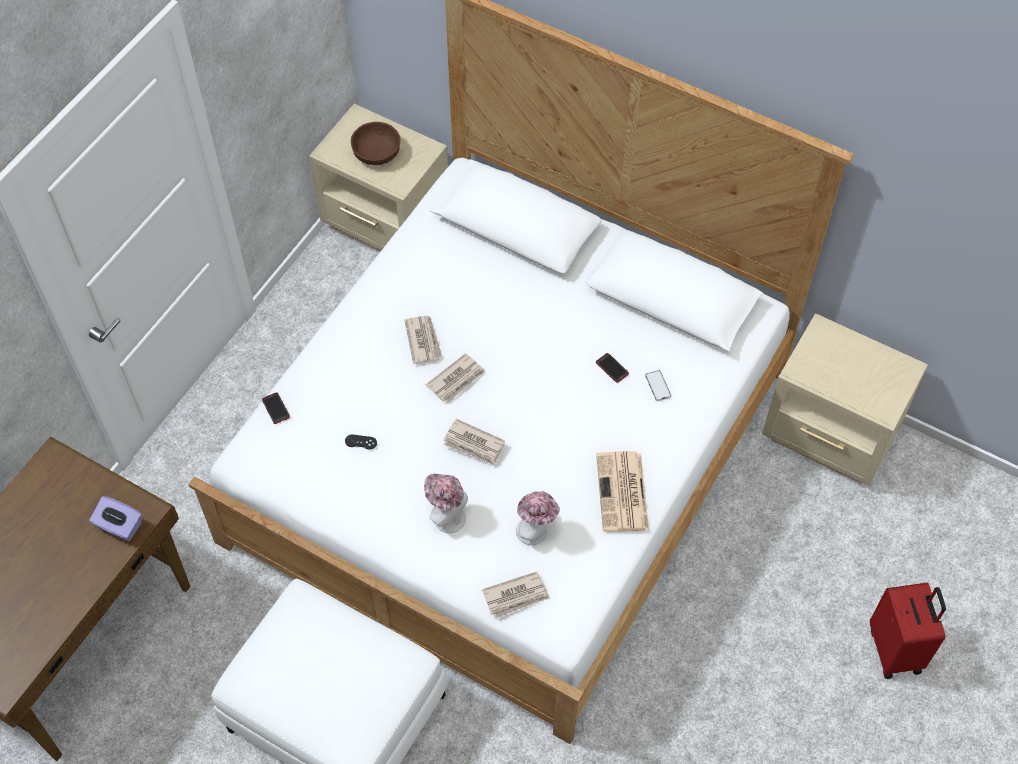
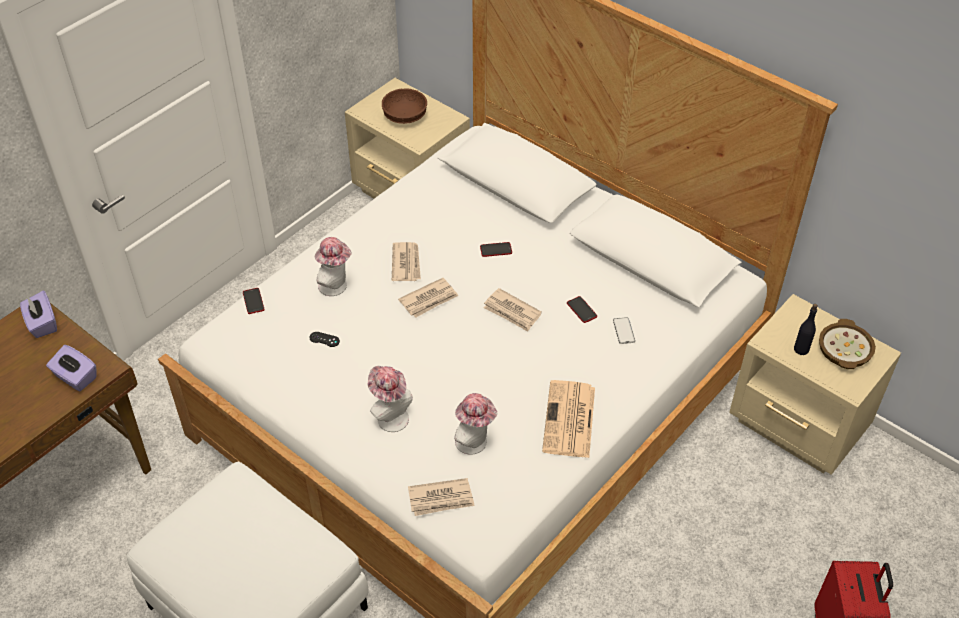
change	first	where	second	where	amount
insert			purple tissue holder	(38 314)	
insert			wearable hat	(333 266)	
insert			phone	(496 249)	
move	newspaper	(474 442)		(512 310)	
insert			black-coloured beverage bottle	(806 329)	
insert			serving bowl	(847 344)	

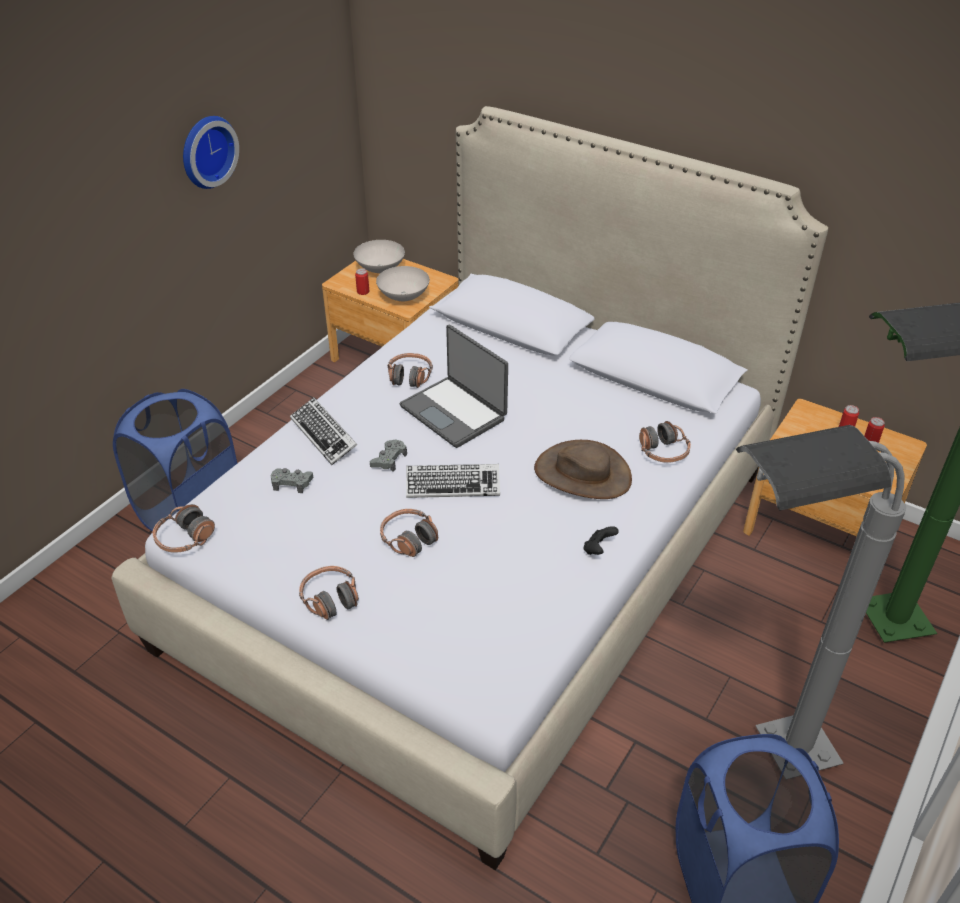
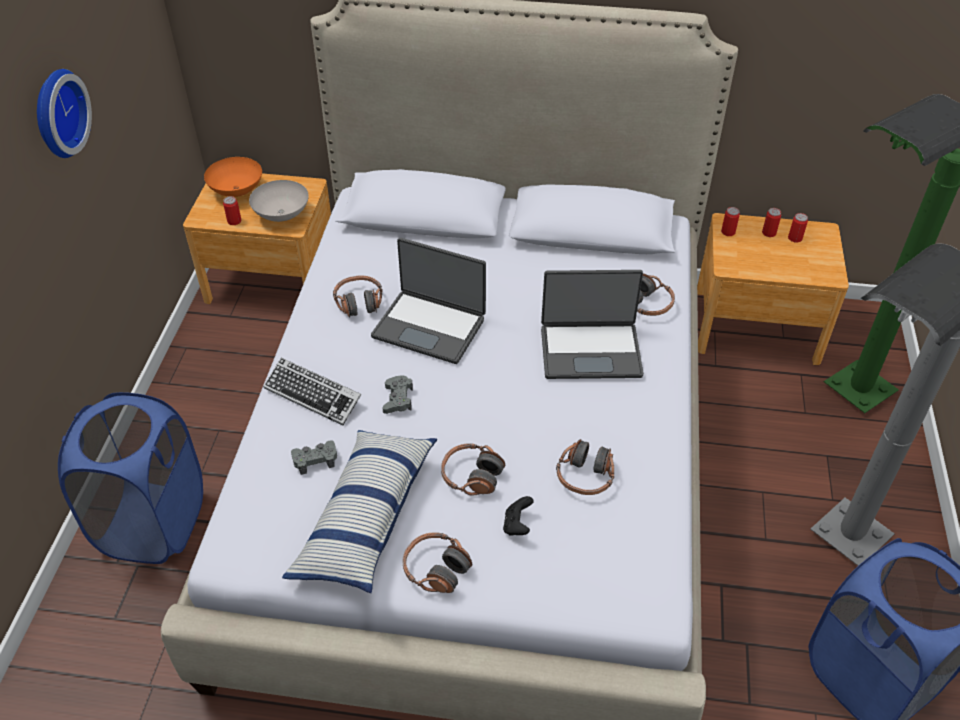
change	first	where	second	where	amount
recolor	white serving bowl	(379 256)	orangey serving bowl	(233 177)	
insert			pillow	(359 511)	
move	black-coloured joypad	(601 540)		(518 516)	
replace	brown-coloured wearable hat	(583 469)	notebook computer	(592 324)	
move	pair of headphones	(183 528)		(585 467)	
insert			metal can	(730 221)	
delete	computer keyboard	(453 481)			

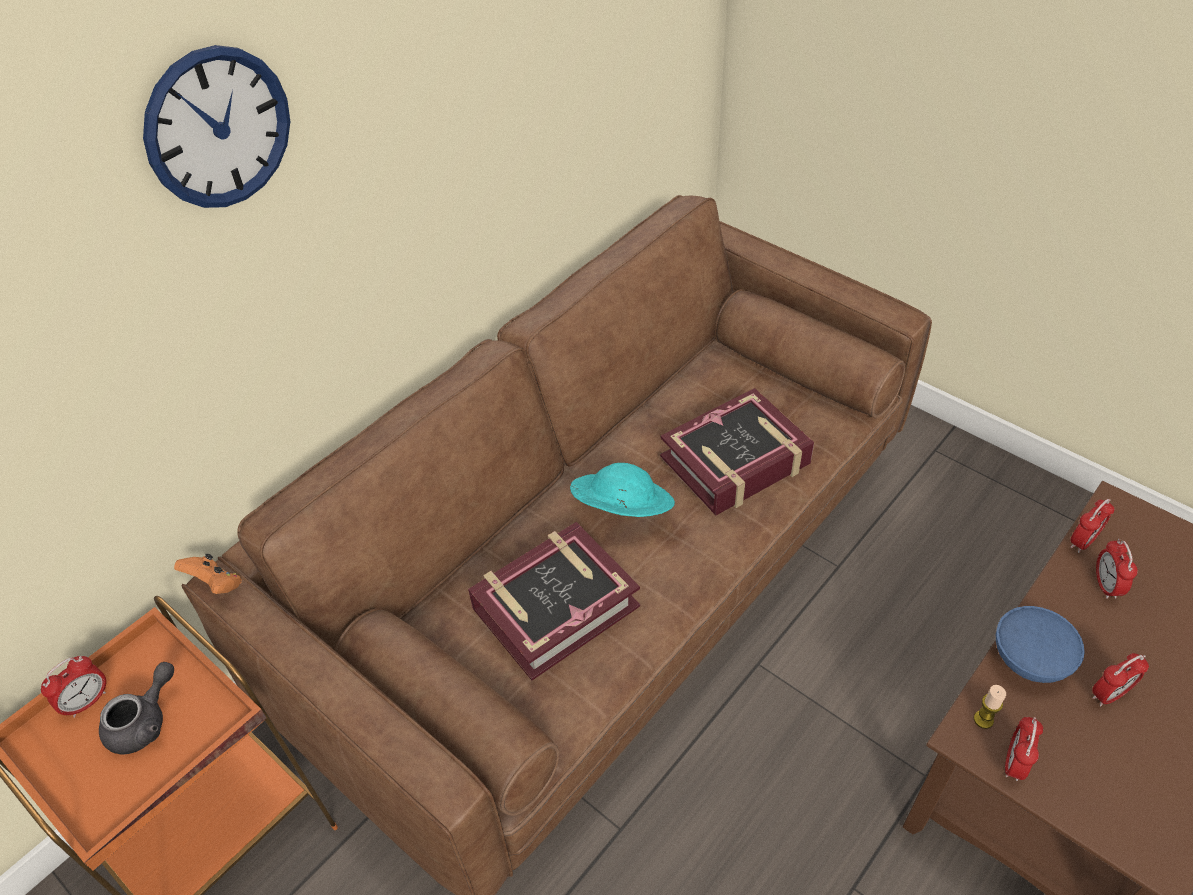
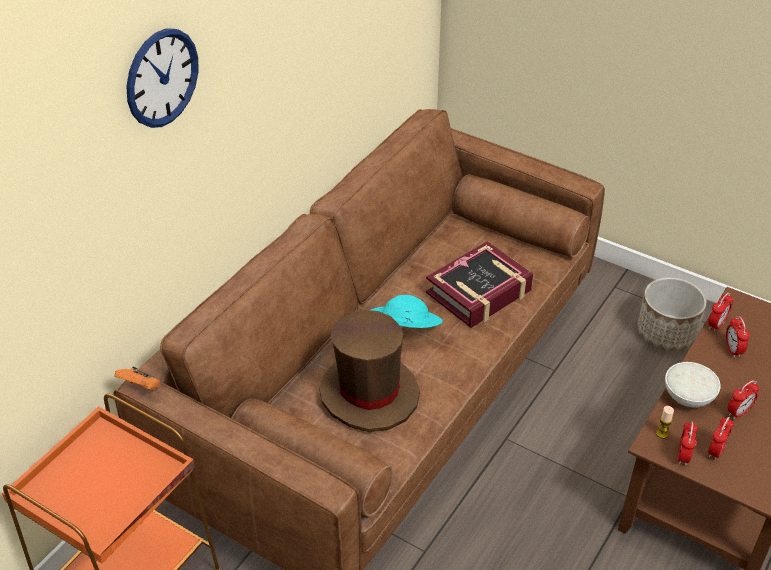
change	first	where	second	where	amount
replace	bound book	(554 601)	brown-coloured wearable hat	(369 371)	
insert			planter	(671 314)	
recolor	blue serving bowl	(1040 644)	white serving bowl	(693 385)	
move	alarm clock	(73 687)		(721 438)	
delete	greyish teapot	(136 708)			

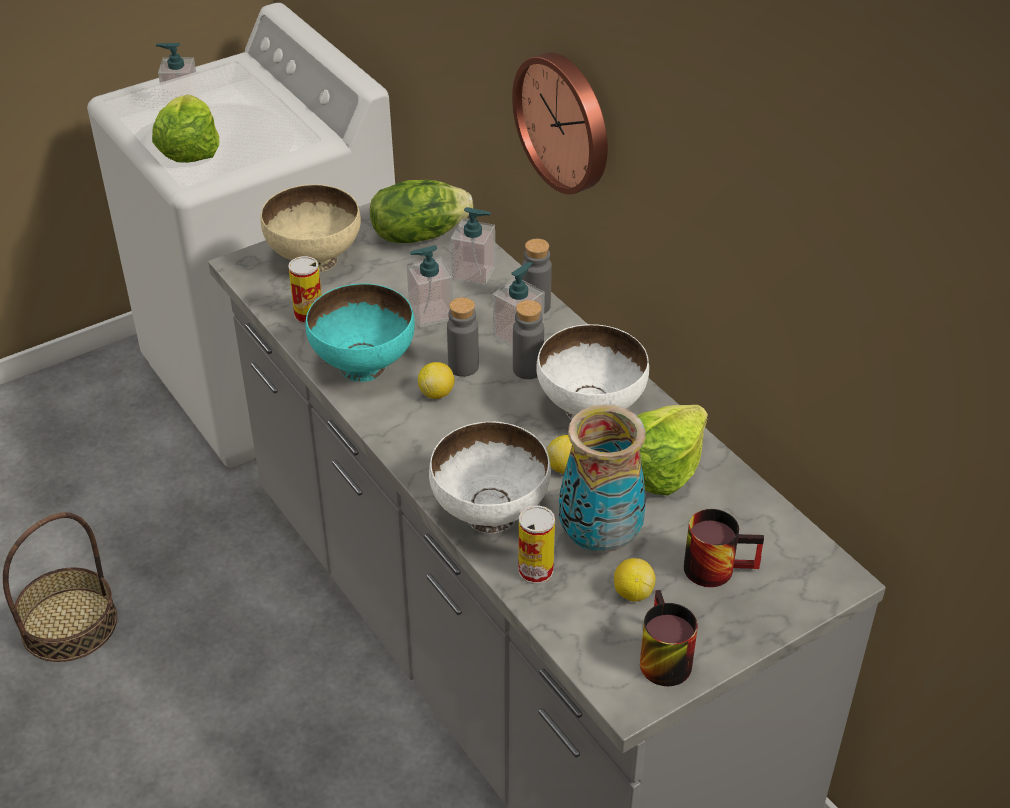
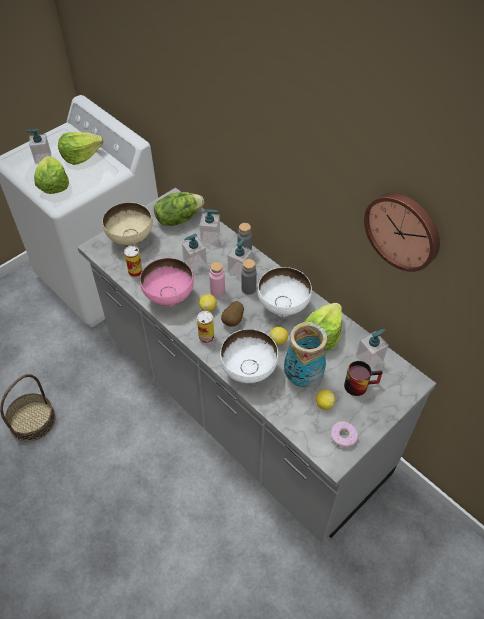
change	first	where	second	where	amount
insert			lettuce head	(80 148)	
recolor	blue-green serving bowl	(360 333)	pink serving bowl	(167 282)	
move	metal can	(536 545)		(205 327)	
recolor	greyish beverage bottle	(463 337)	pink beverage bottle	(217 279)	
insert			potato	(232 313)	
replace	mug	(669 638)	donut	(344 434)	
insert			soap bottle	(372 348)	
move	wall clock	(560 123)		(402 232)	

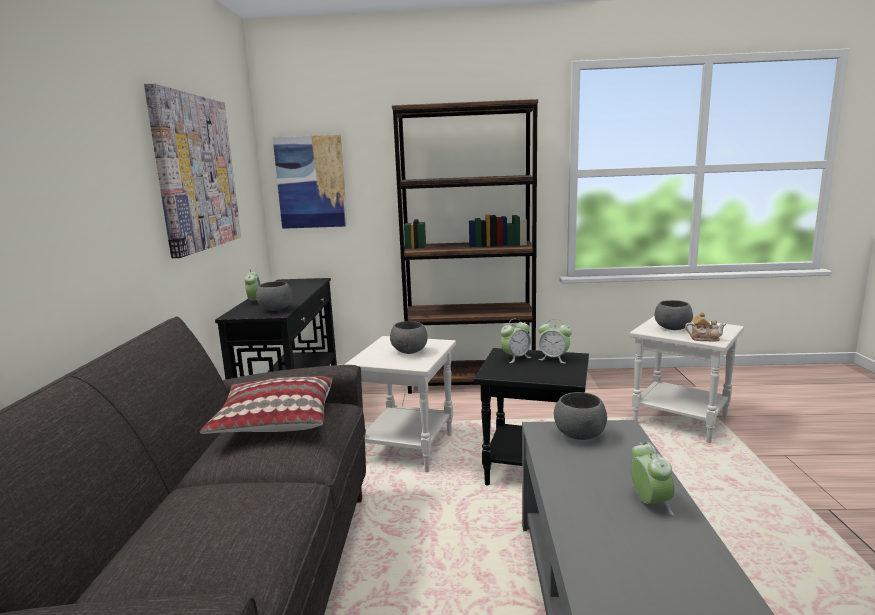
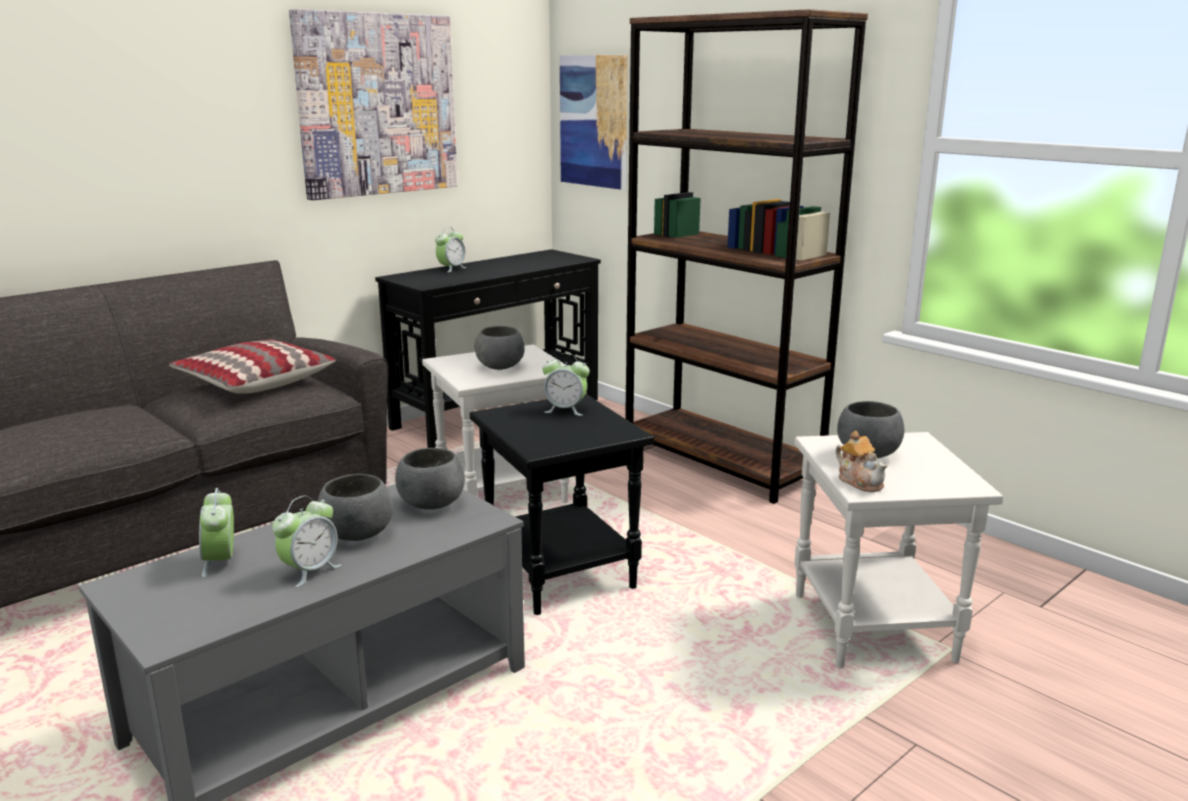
change	first	where	second	where	amount
move	alarm clock	(555 341)		(216 532)	
move	greyish serving bowl	(274 296)		(355 507)	

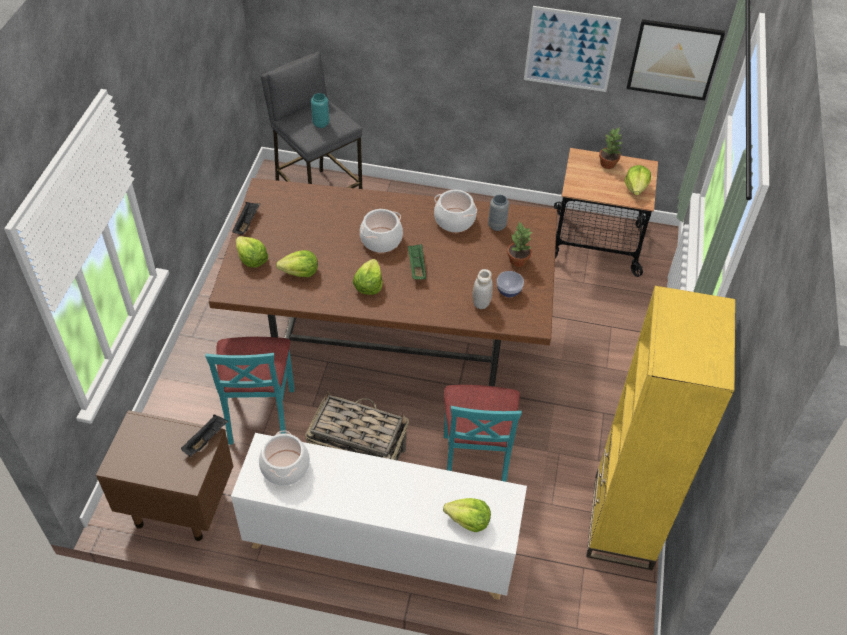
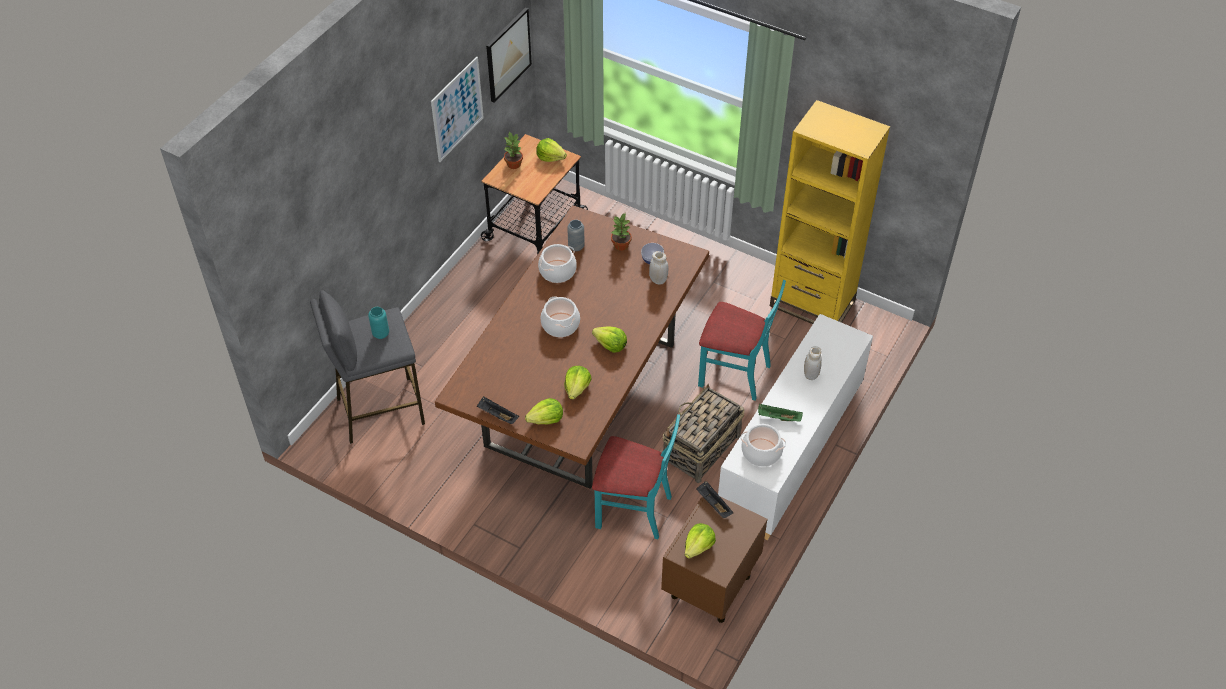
change	first	where	second	where	amount
move	lettuce head	(467 515)		(700 541)	
move	green carrying tray	(417 262)		(780 413)	
insert			white preserve jar	(813 363)	

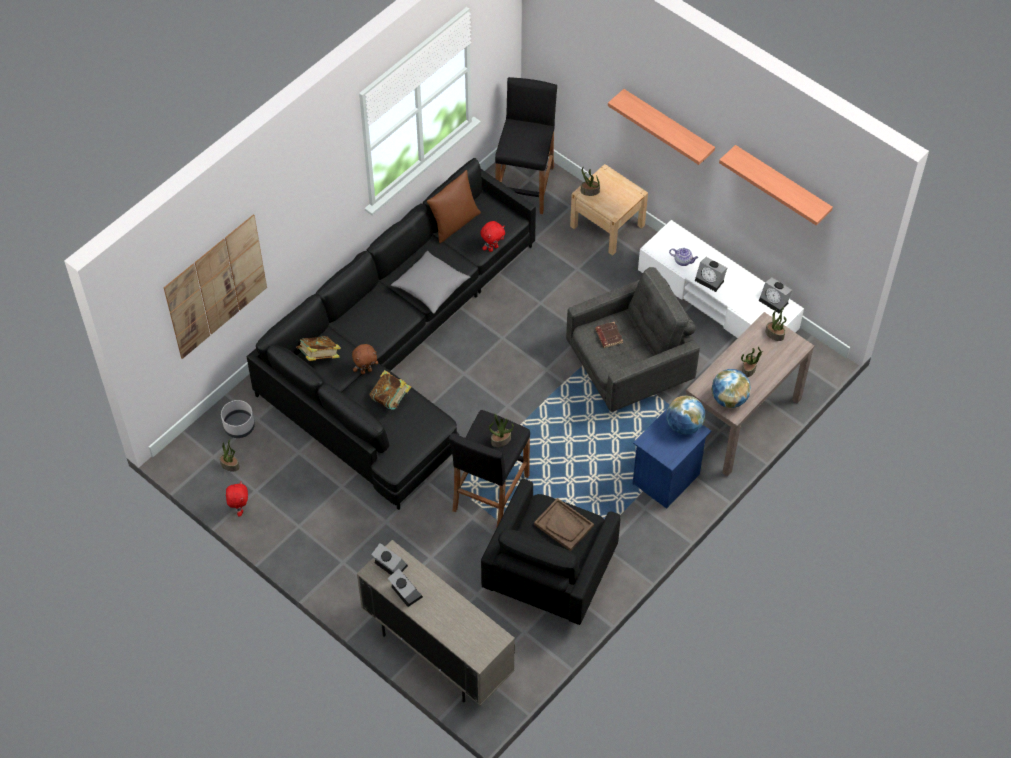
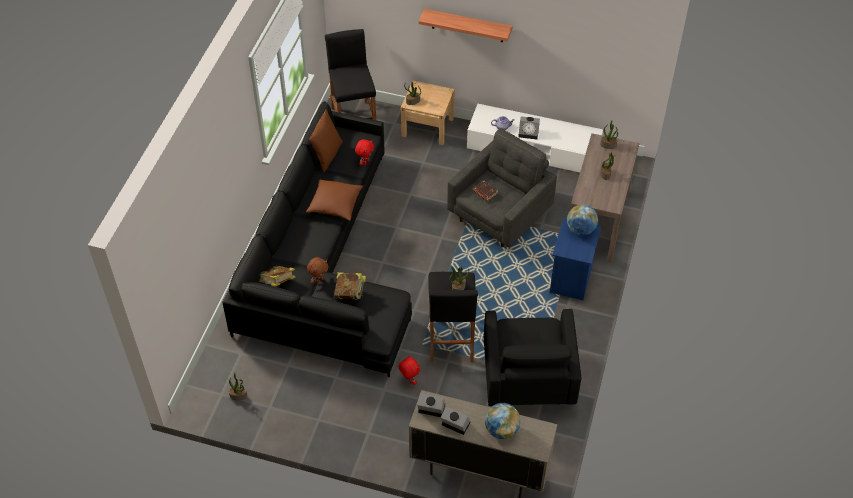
change	first	where	second	where	amount
recolor	greyish pillow	(430 282)	brown-coloured pillow	(334 200)	
move	reddish cuddly toy	(237 499)		(409 370)	
move	desk globe	(731 388)		(503 421)	
delete	wall picture	(215 286)			
delete	greyish planter	(238 419)			
delete	brown-coloured carrying tray	(564 524)			
delete	shelf	(776 185)			
delete	alarm clock	(775 295)			

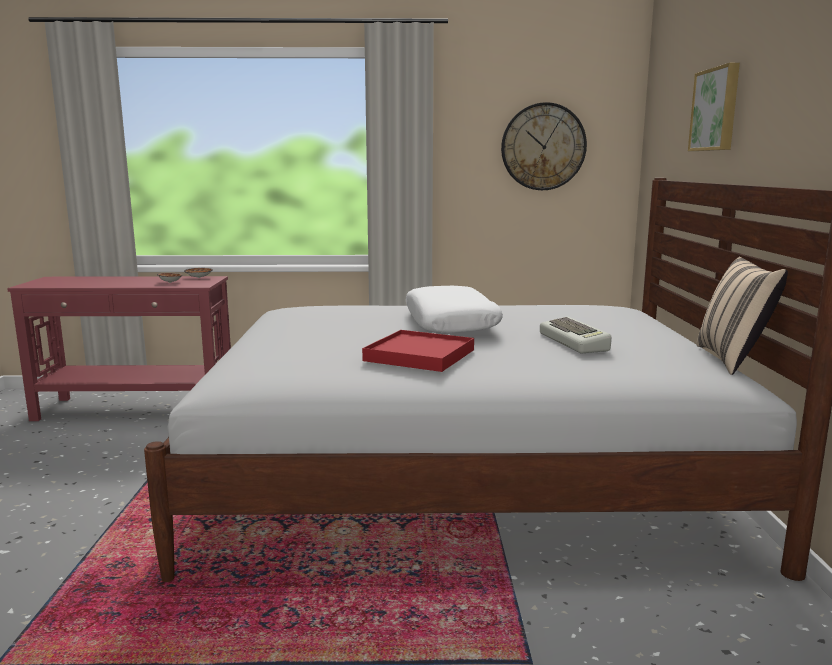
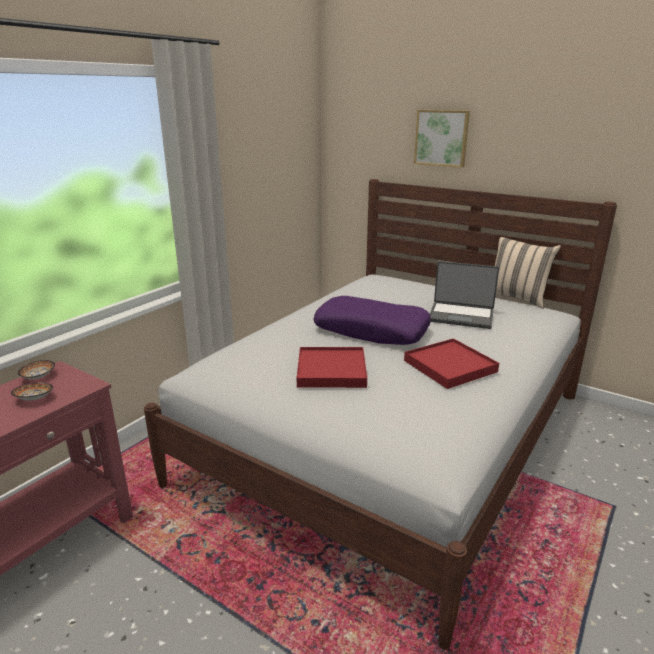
change	first	where	second	where	amount
insert			reddish carrying tray	(332 367)	
recolor	white pillow	(454 310)	purple pillow	(372 320)	
replace	computer keyboard	(575 335)	notebook computer	(464 295)	
delete	wall clock	(544 146)			

